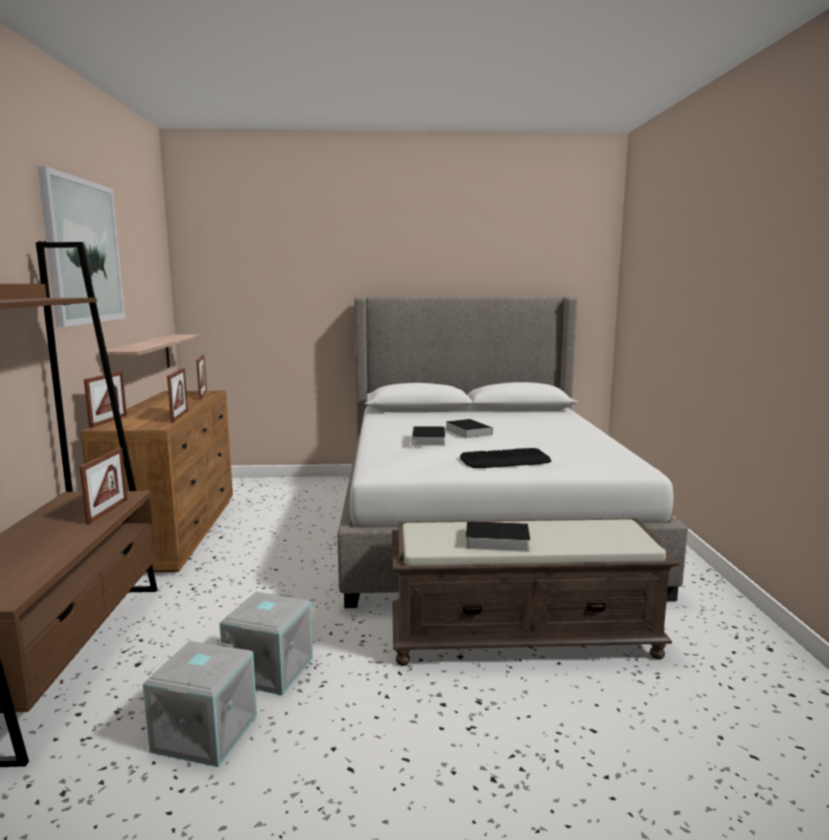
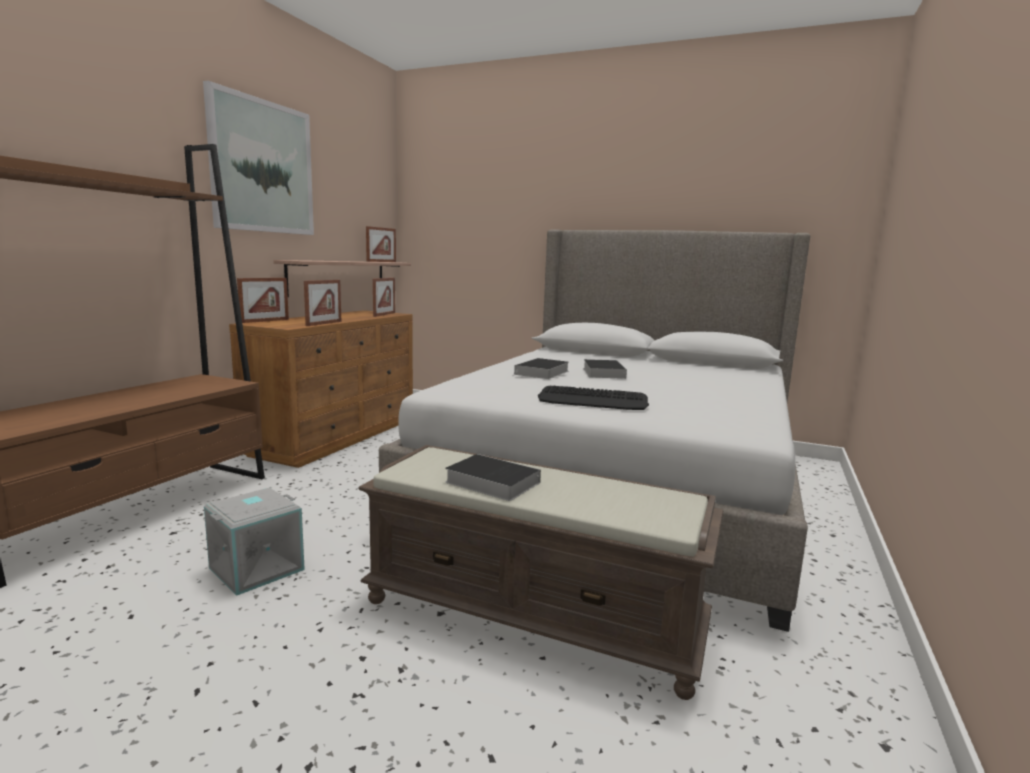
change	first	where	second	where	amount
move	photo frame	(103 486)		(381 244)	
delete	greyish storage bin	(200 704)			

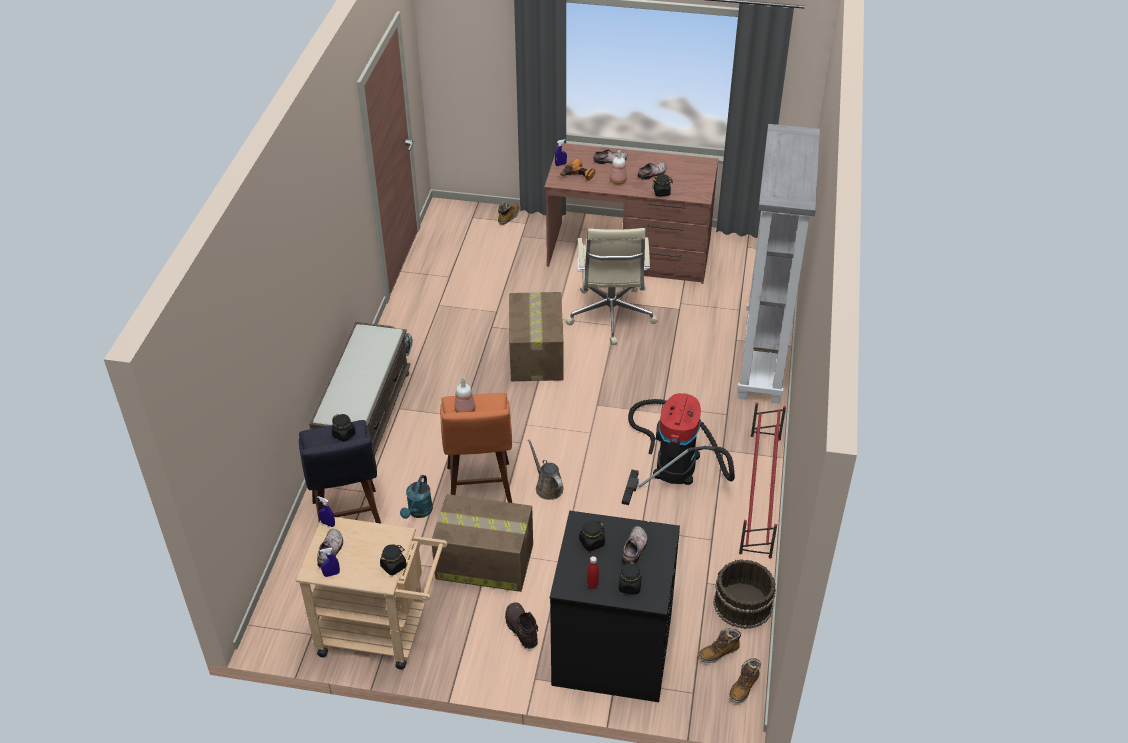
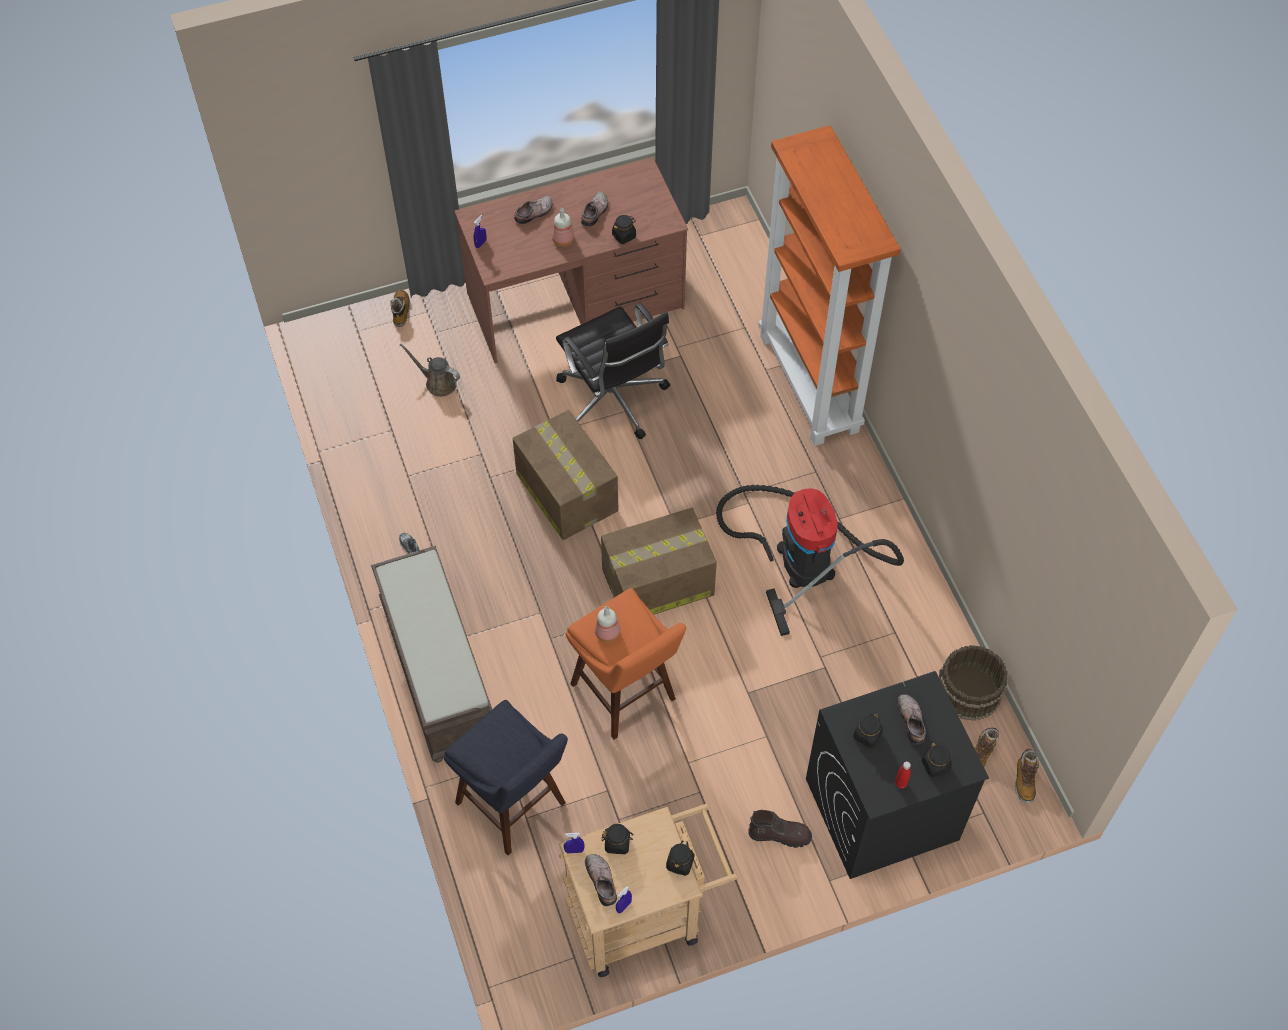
change	first	where	second	where	amount
move	brown-coloured watering pot	(545 469)		(430 370)	
recolor	sand-coloured office chair	(612 286)	black-coloured office chair	(613 371)	
move	packing box	(482 543)		(659 561)	
move	black-coloured preserve jar	(344 428)		(617 839)	
rotate	brown-coloured high-top boot	(521 625)		(780 829)	150 degrees clockwise
recolor	greyish bookcase	(778 264)	orangey bookcase	(829 285)	
delete	blue-green watering pot	(416 497)			
delete	electric drill	(576 170)			
delete	reddish shoe rack	(762 480)			

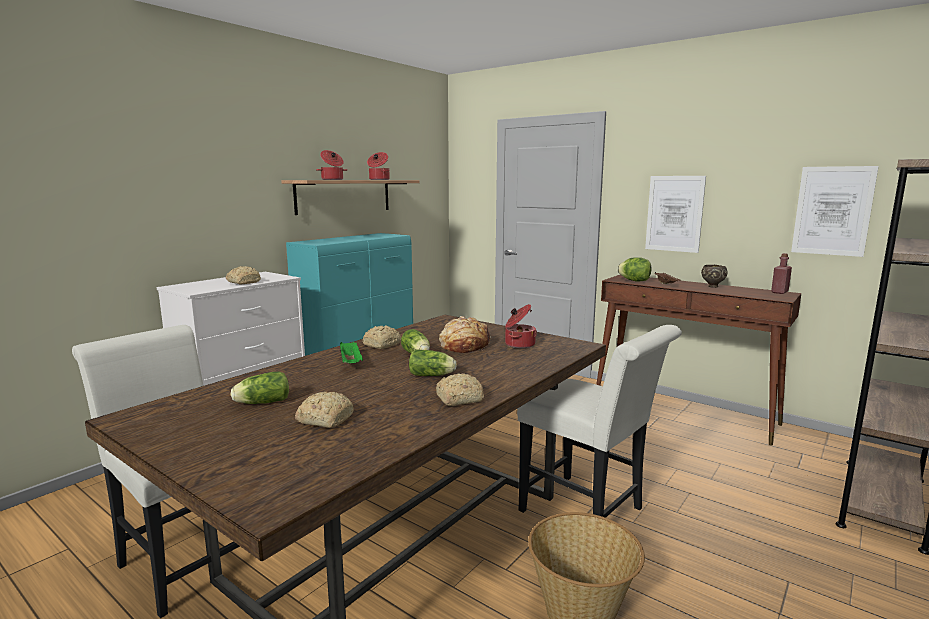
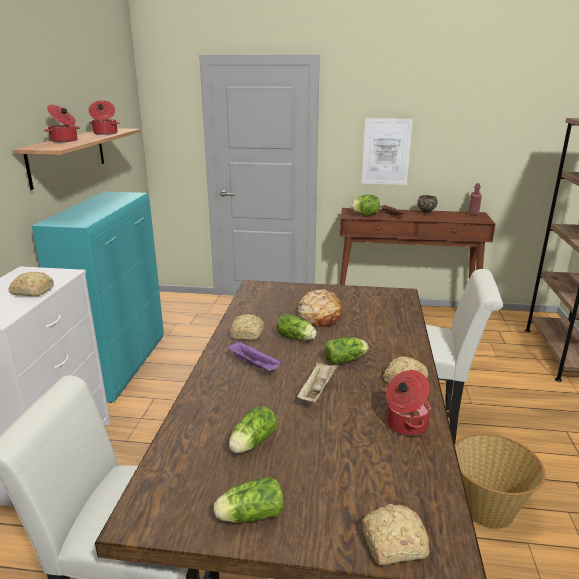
change	first	where	second	where	amount
insert			lettuce head	(248 500)	
recolor	green carrying tray	(351 352)	purple carrying tray	(254 356)	
insert			sand-coloured carrying tray	(317 382)	
move	bakery bread	(324 410)		(395 534)	
move	saucepot	(521 326)		(408 403)	
delete	wall picture	(835 211)			

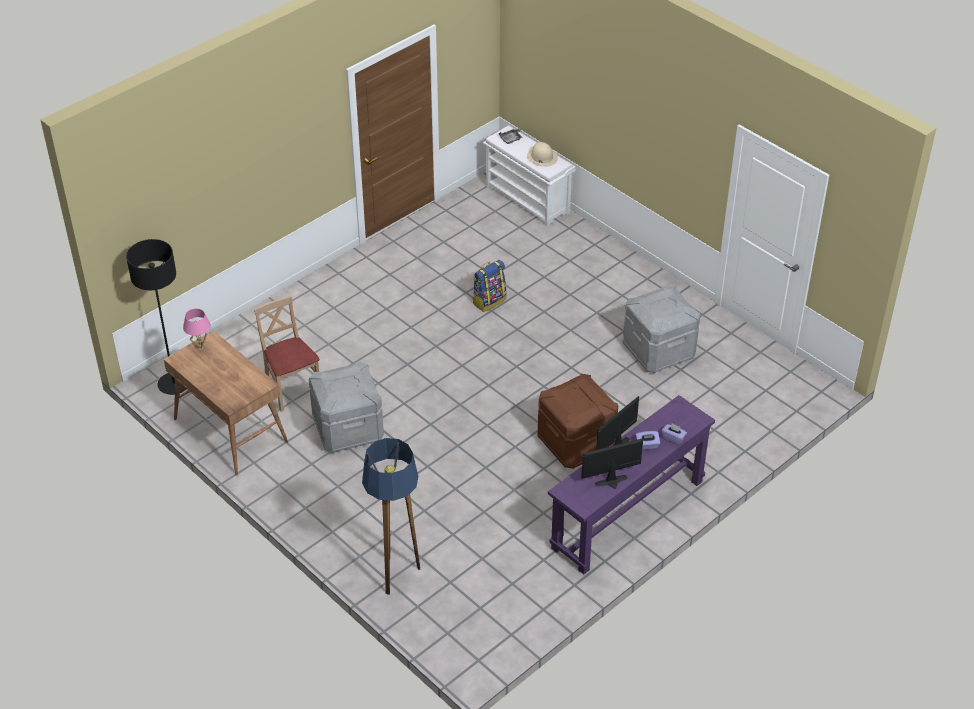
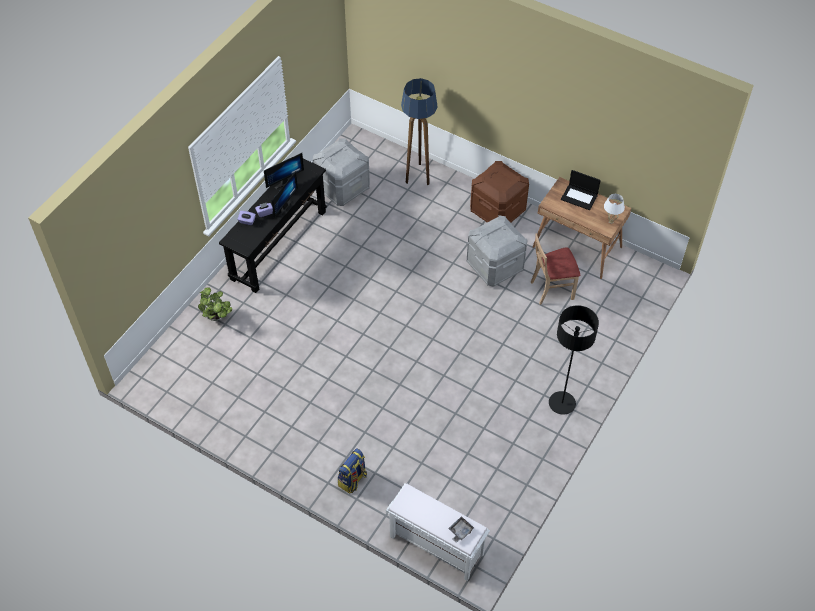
change	first	where	second	where	amount
insert			houseplant	(215 304)	
recolor	purple console table	(631 484)	black-coloured console table	(273 225)	
move	greyish storage bin	(661 329)		(341 172)	
move	rucksack	(489 286)		(352 471)	
move	brown-coloured storage bin	(578 421)		(499 192)	
rotate	sand-coloured plain chair	(287 354)		(555 269)	120 degrees clockwise
move	black-coloured standard lamp	(156 317)		(574 360)	
insert			notebook computer	(581 190)	
recolor	pink table lamp	(197 330)	white table lamp	(614 209)	
delete	sand-coloured wearable hat	(542 154)			

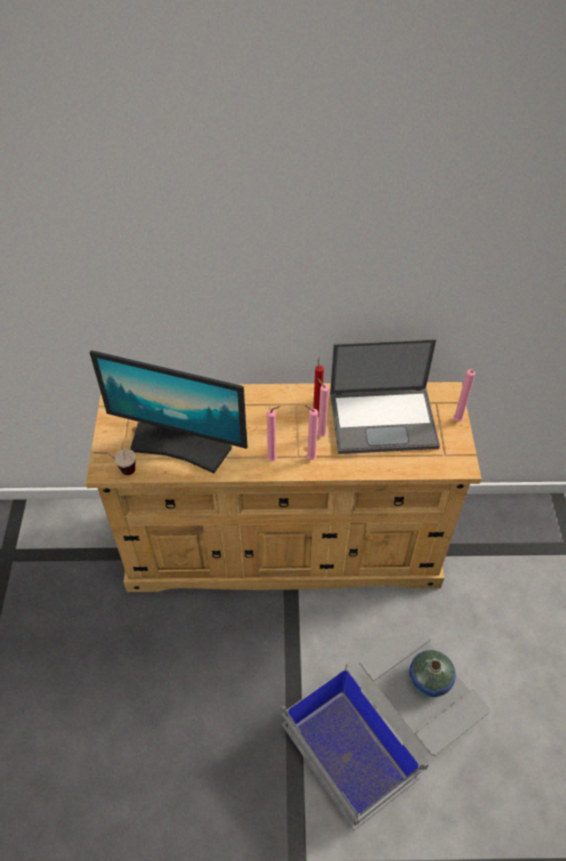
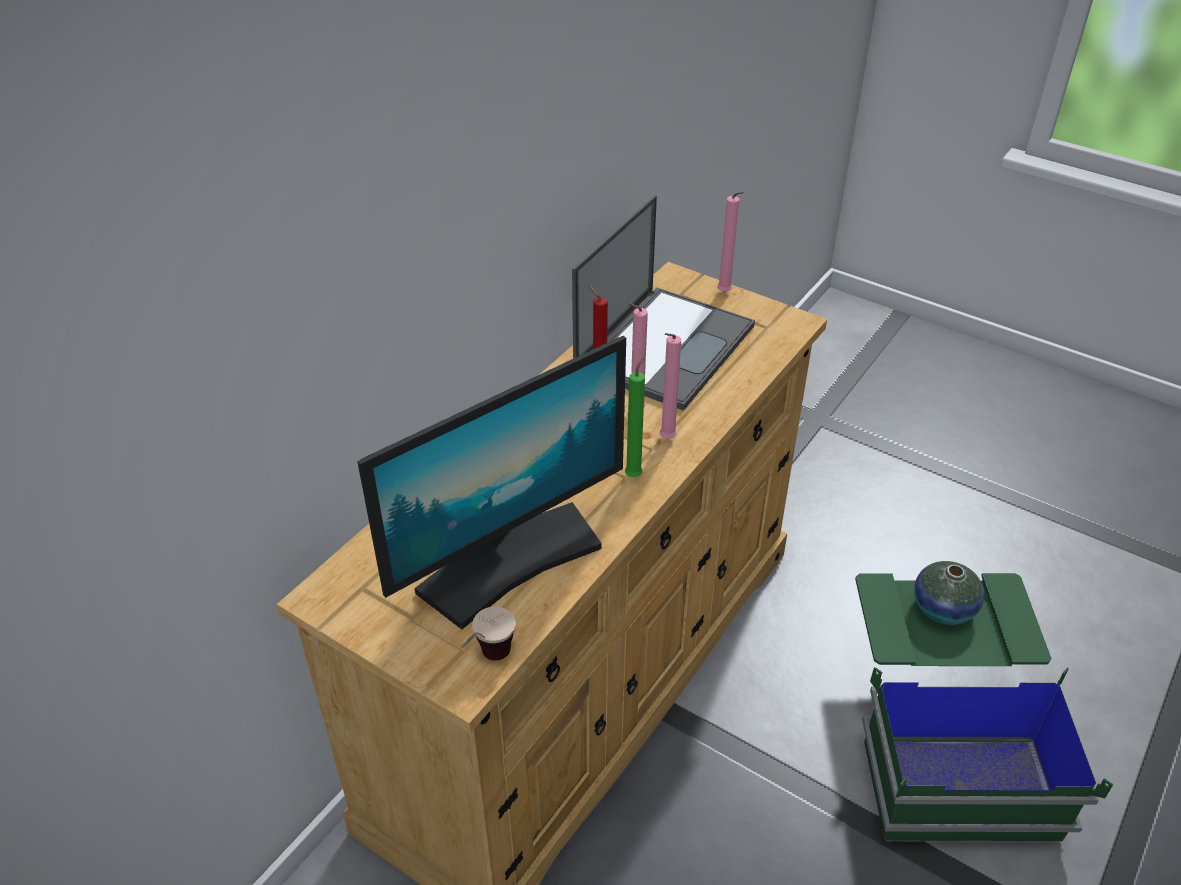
change	first	where	second	where	amount
recolor	pink wax candle	(273 433)	green wax candle	(635 416)	
recolor	greyish storage bin	(385 726)	green storage bin	(984 707)	

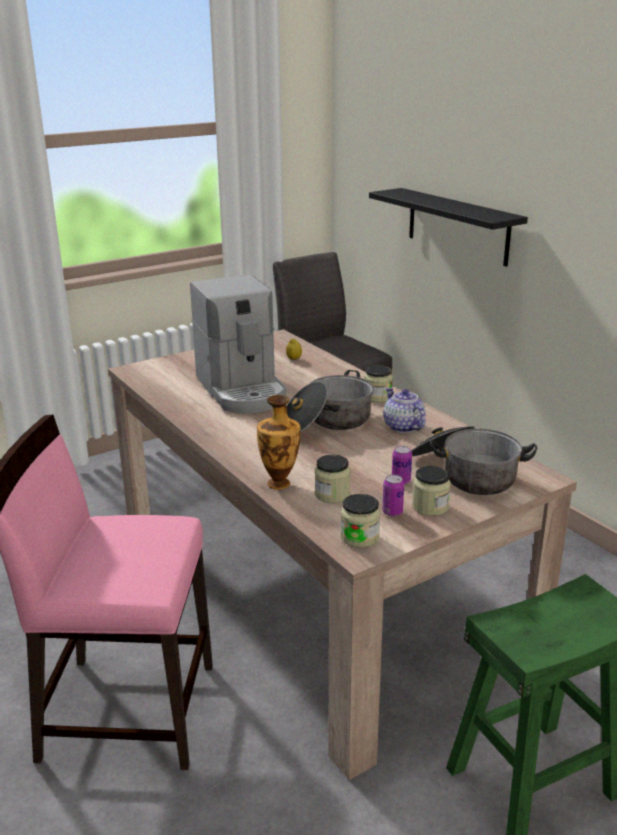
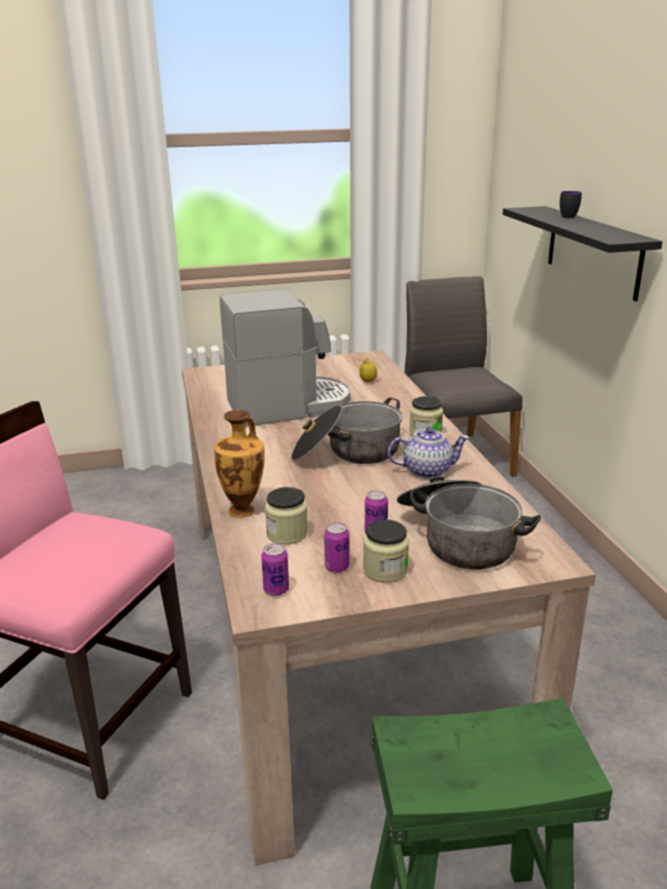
change	first	where	second	where	amount
rotate	coffee brewer	(238 344)		(285 358)	105 degrees counterclockwise
replace	preserve jar	(360 521)	metal can	(275 569)	
rotate	teapot	(404 410)		(428 453)	90 degrees clockwise
insert			mug	(571 204)	

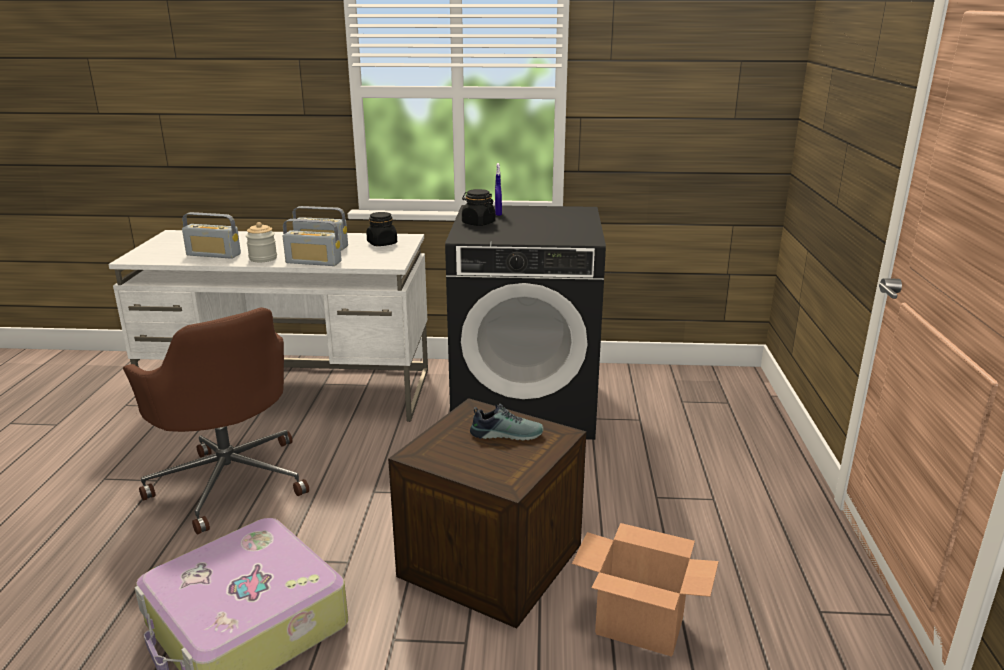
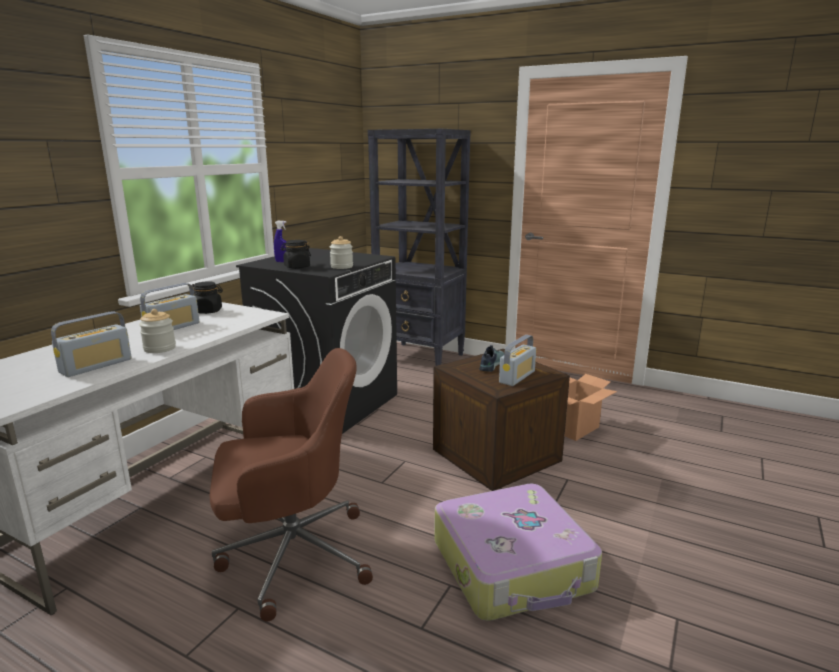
change	first	where	second	where	amount
insert			preserve jar	(341 252)	
insert			black-coloured bookcase	(419 247)	
move	radio set	(312 242)		(517 360)	

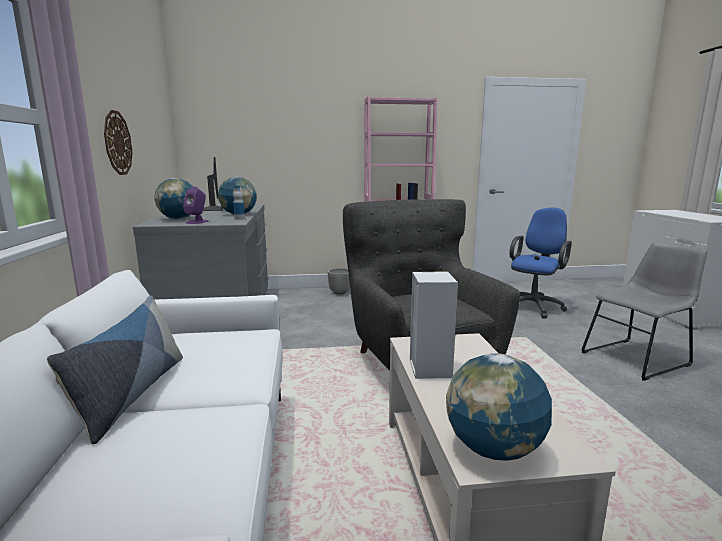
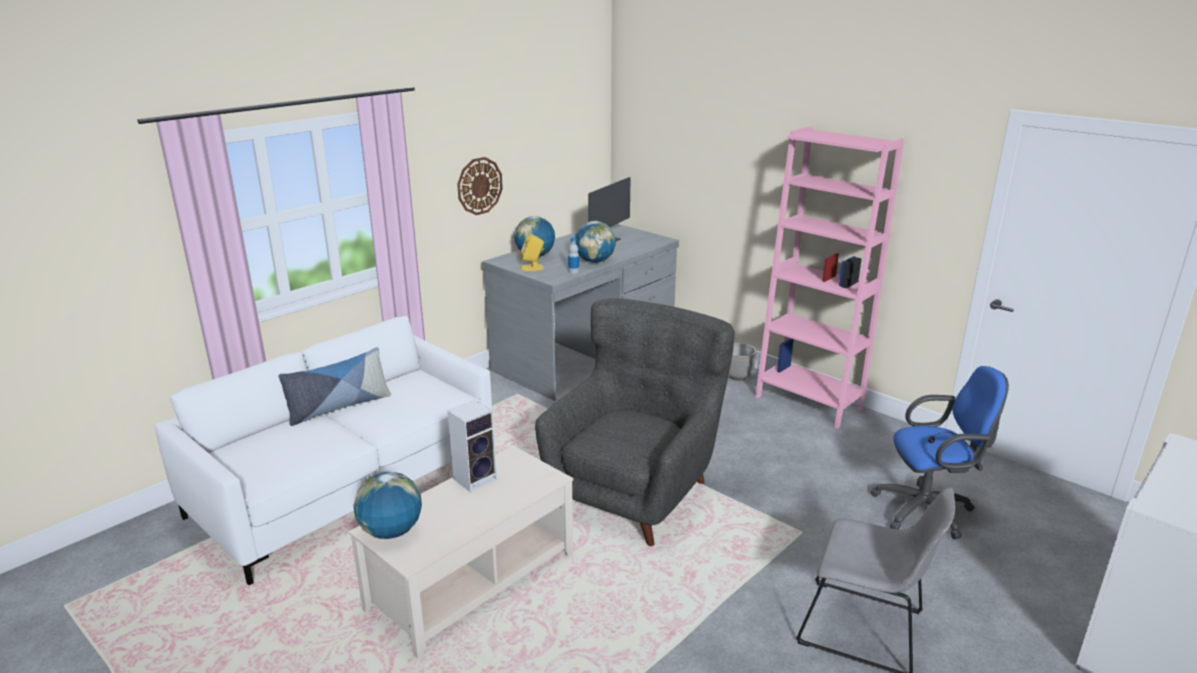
change	first	where	second	where	amount
recolor	purple speaker	(195 205)	yellow speaker	(532 252)	

